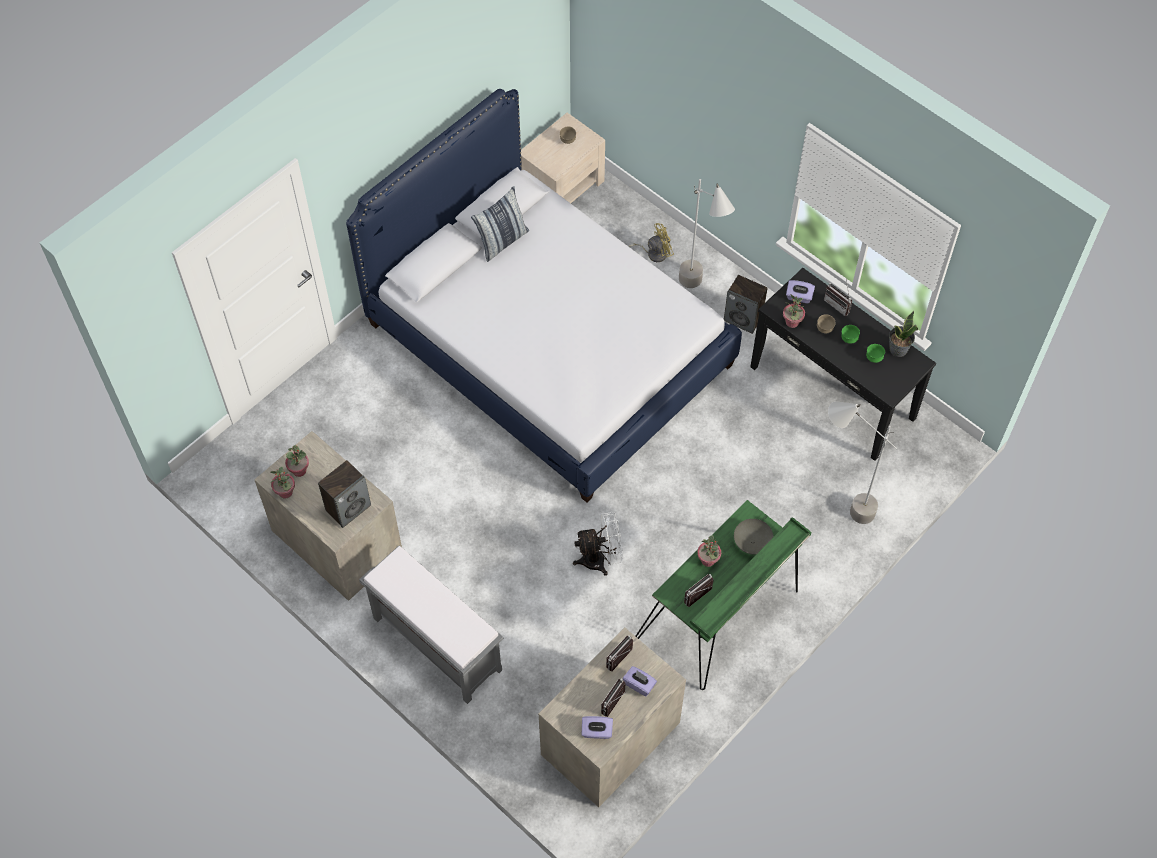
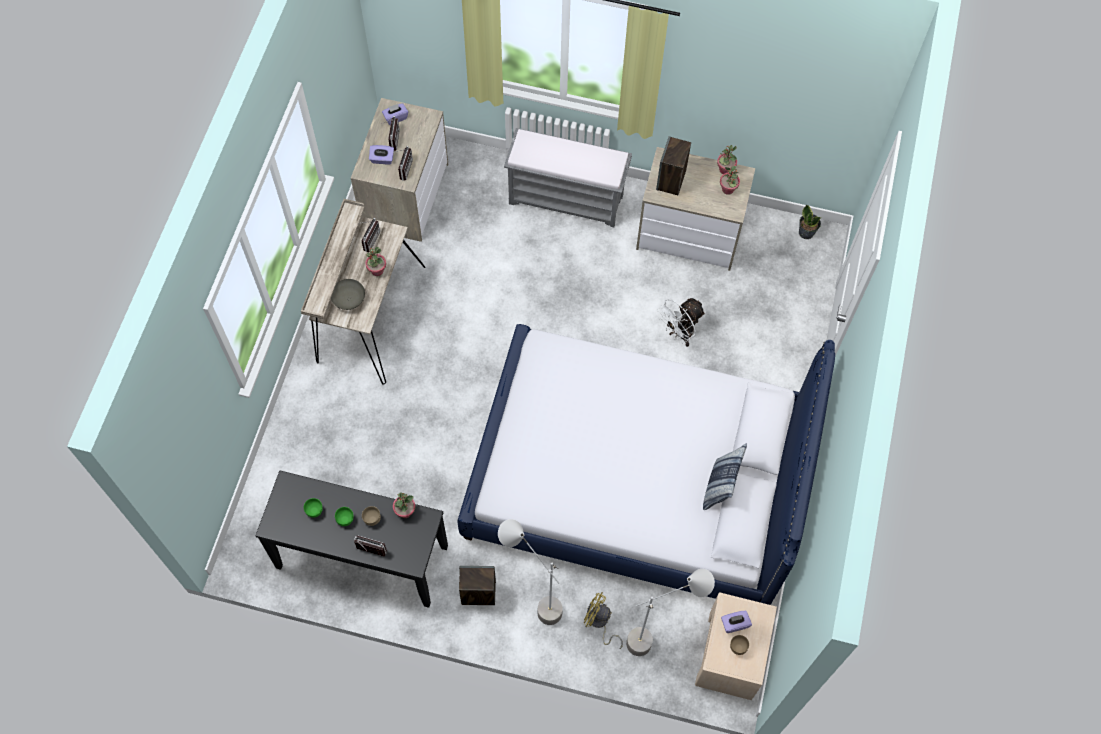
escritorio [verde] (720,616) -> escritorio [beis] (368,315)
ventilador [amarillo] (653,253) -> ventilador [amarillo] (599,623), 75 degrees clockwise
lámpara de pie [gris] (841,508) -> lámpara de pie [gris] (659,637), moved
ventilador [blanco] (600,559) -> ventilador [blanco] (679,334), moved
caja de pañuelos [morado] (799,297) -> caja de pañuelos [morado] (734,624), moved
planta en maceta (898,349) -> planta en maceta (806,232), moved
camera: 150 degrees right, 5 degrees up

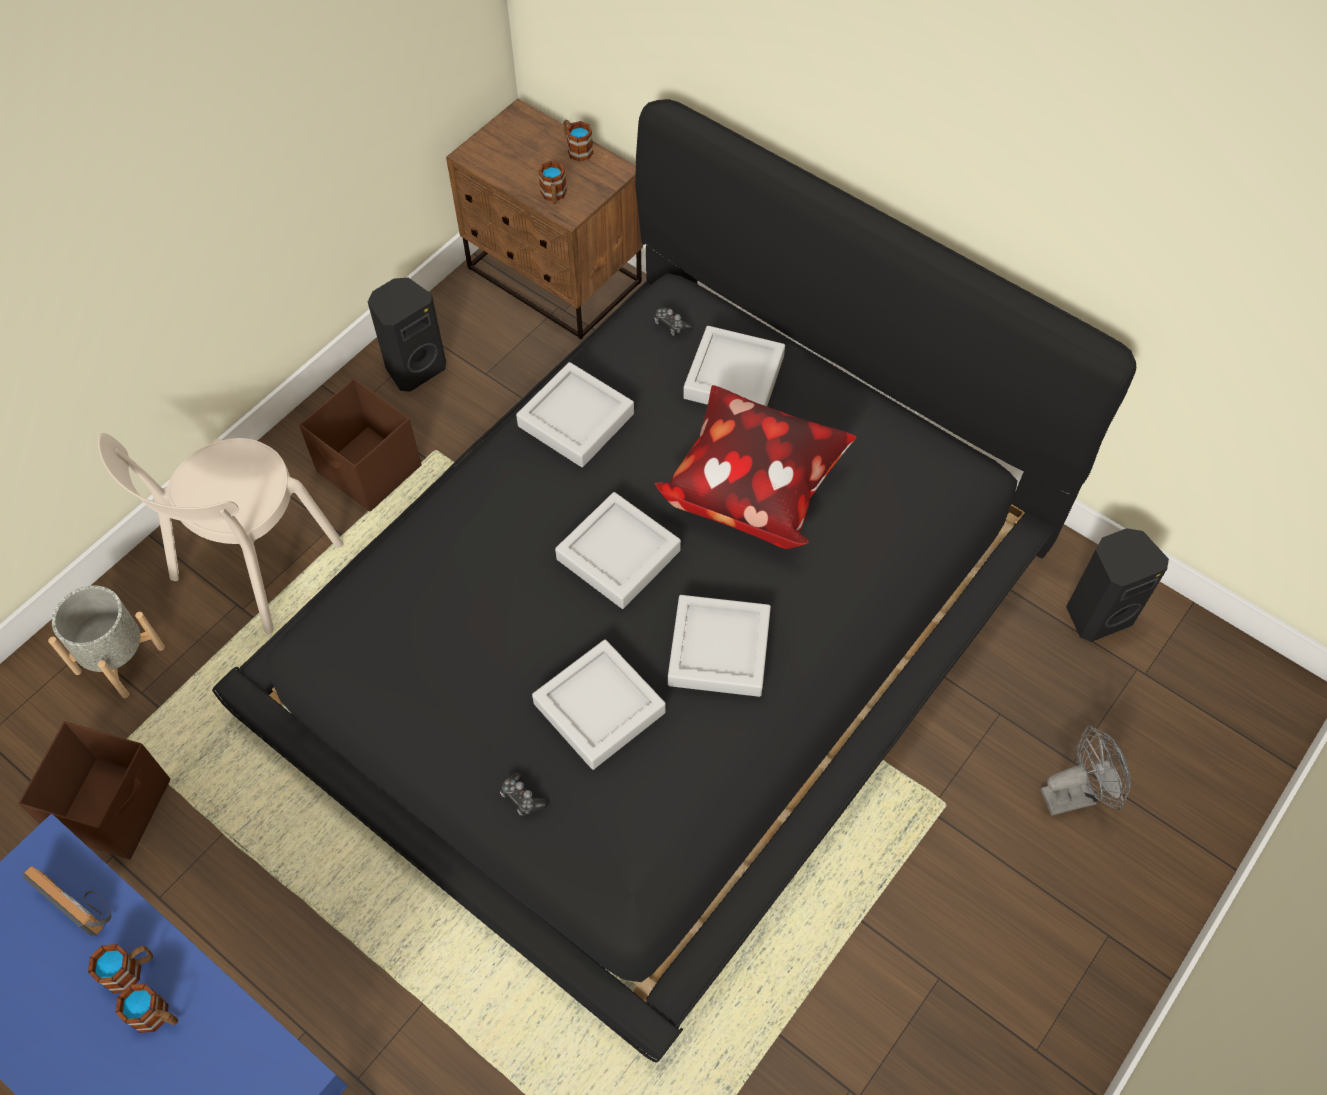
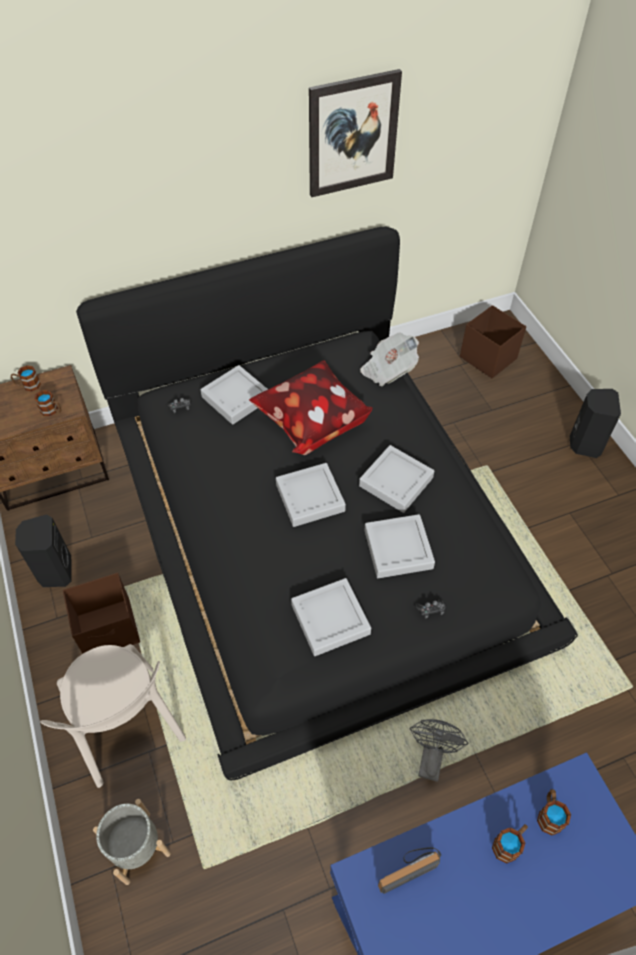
bandeja [gris] (576,420) -> bandeja [gris] (330,619), moved
none -> cuadro (352,134)
none -> periódico (388,370)
ventilador [gris] (1075,794) -> ventilador [gris] (431,757), moved
caja de almacenaje [marrón] (115,807) -> caja de almacenaje [marrón] (487,357), moved
taza grande (130,970) -> taza grande (549,814), moved
altavoz [negro] (1097,613) -> altavoz [negro] (584,444), moved
camera: 60 degrees left, 5 degrees down

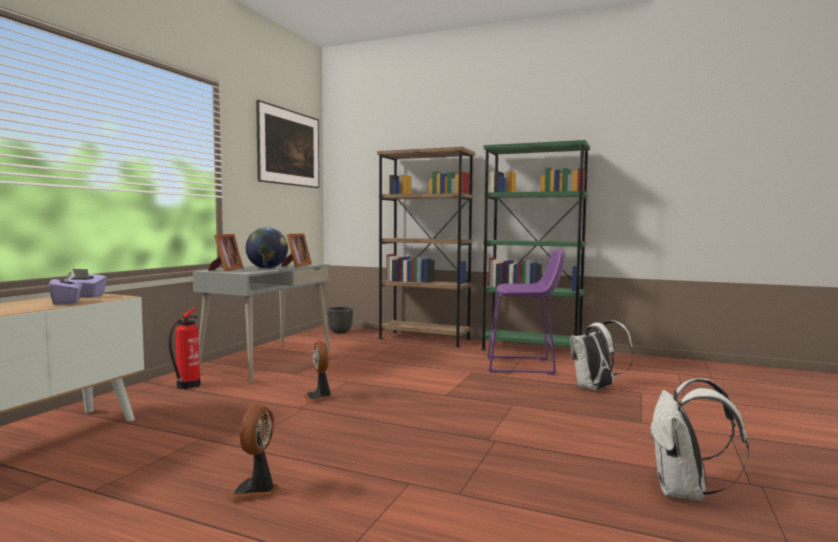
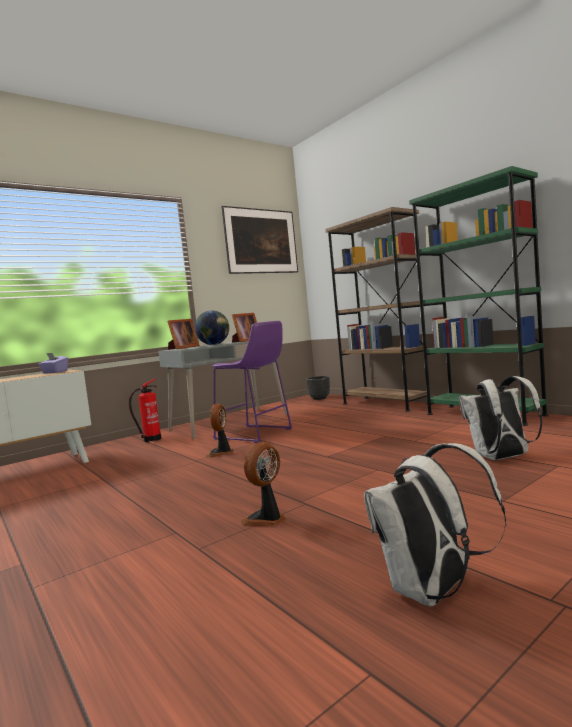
taburete [morado] (524,366) -> taburete [morado] (256,434), moved
ventilador (255,491) -> ventilador (266,519), moved
caja de pañuelos [morado] (67,302) -> none
camera: 30 degrees right, 0 degrees up

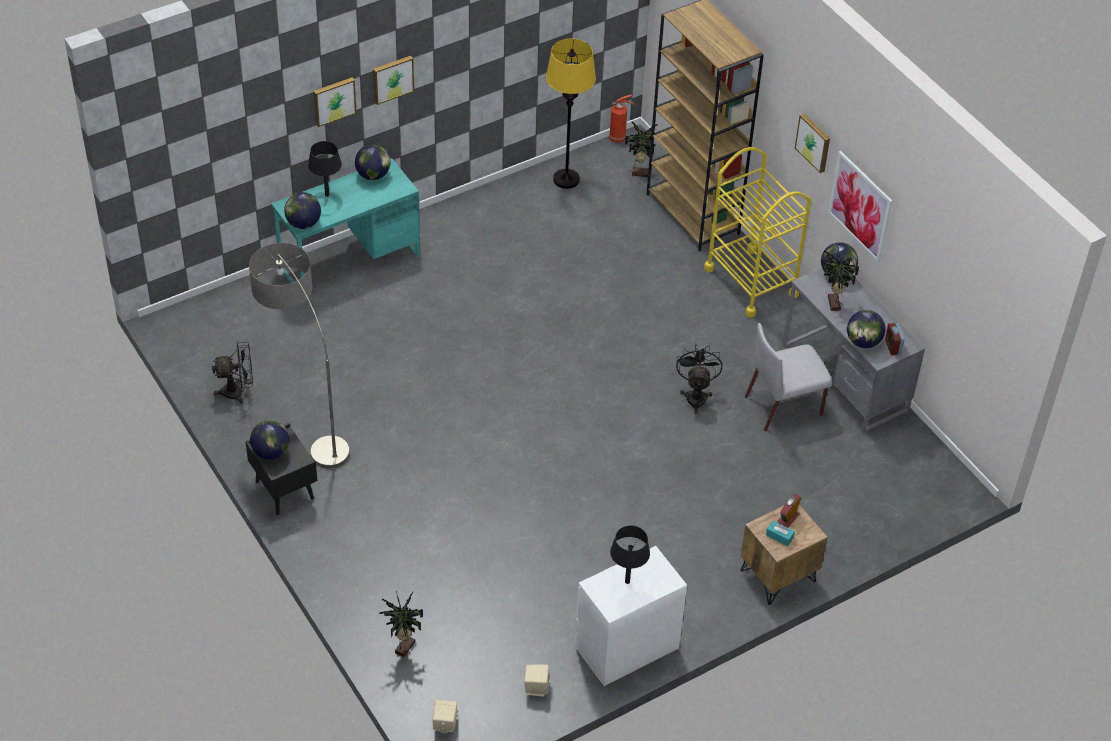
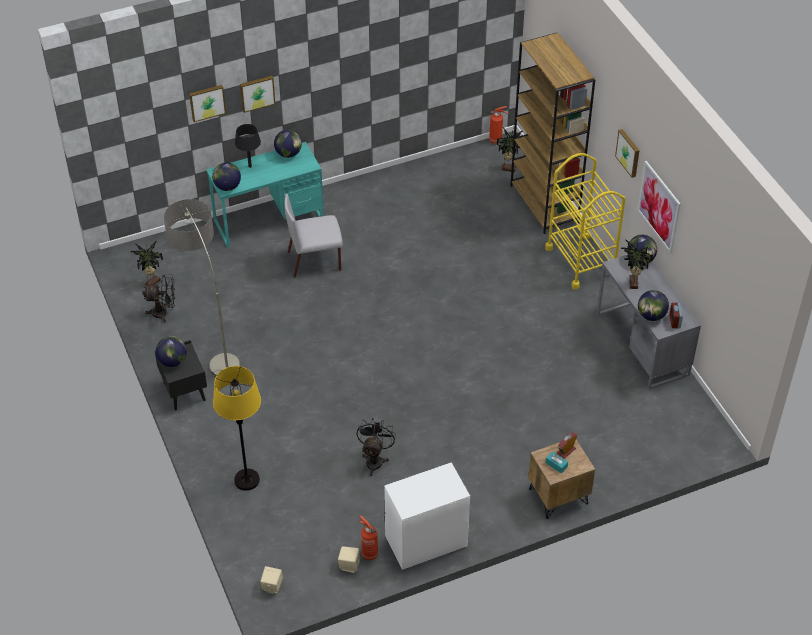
planta en maceta (403,647) -> planta en maceta (152,282), moved
cuadro (392,78) -> cuadro (207,102), moved
lámpara de pie [amarillo] (566,179) -> lámpara de pie [amarillo] (246,480), moved
silla [gris] (784,406) -> silla [gris] (315,261), moved
ventilador [negro] (696,395) -> ventilador [negro] (375,459), moved
none -> extintor (368,553)
lámpara de mesa [negro] (627,581) -> none
camera: 10 degrees right, 0 degrees up

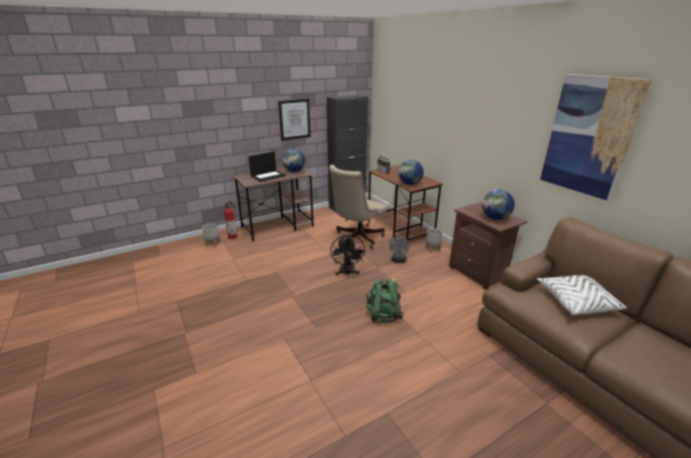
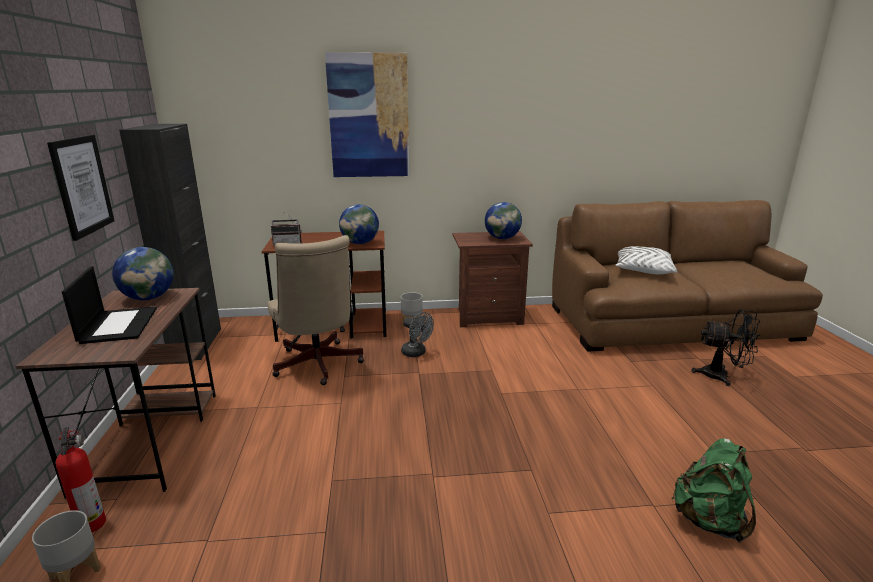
cuadro (589,136) -> cuadro (369,116), moved
mochila [verde] (383,315) -> mochila [verde] (709,520), moved
ventilador [negro] (347,273) -> ventilador [negro] (722,376), moved
camera: 65 degrees left, 5 degrees down

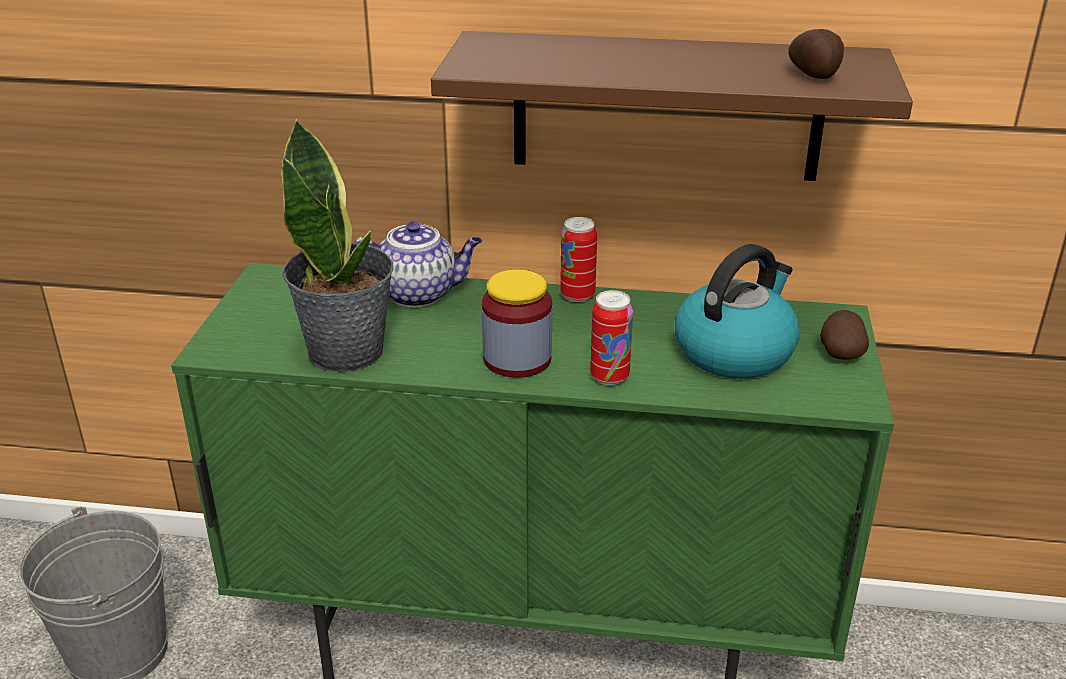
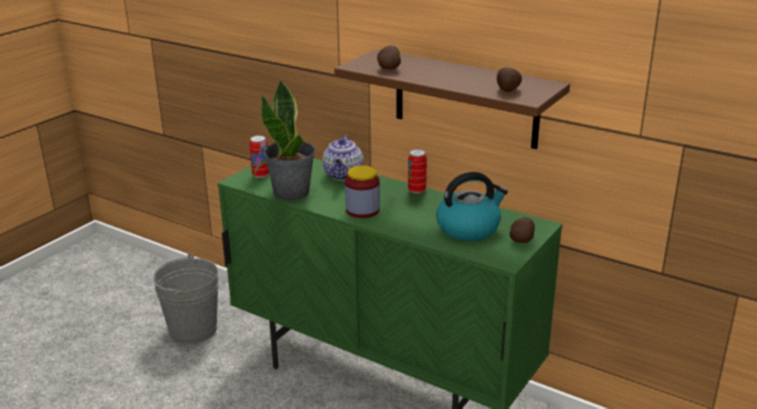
lata (609,376) -> lata (260,175), moved
tetera (418,293) -> tetera (343,175), 75 degrees clockwise
none -> patata (389,68)
camera: 25 degrees right, 5 degrees down

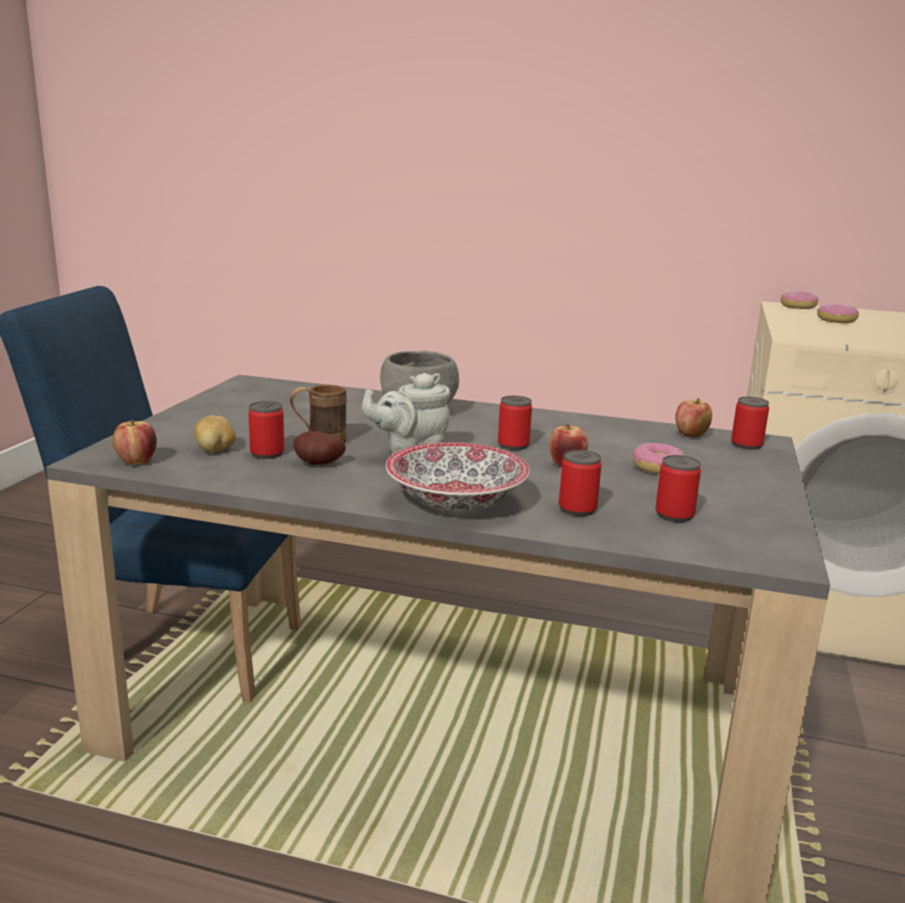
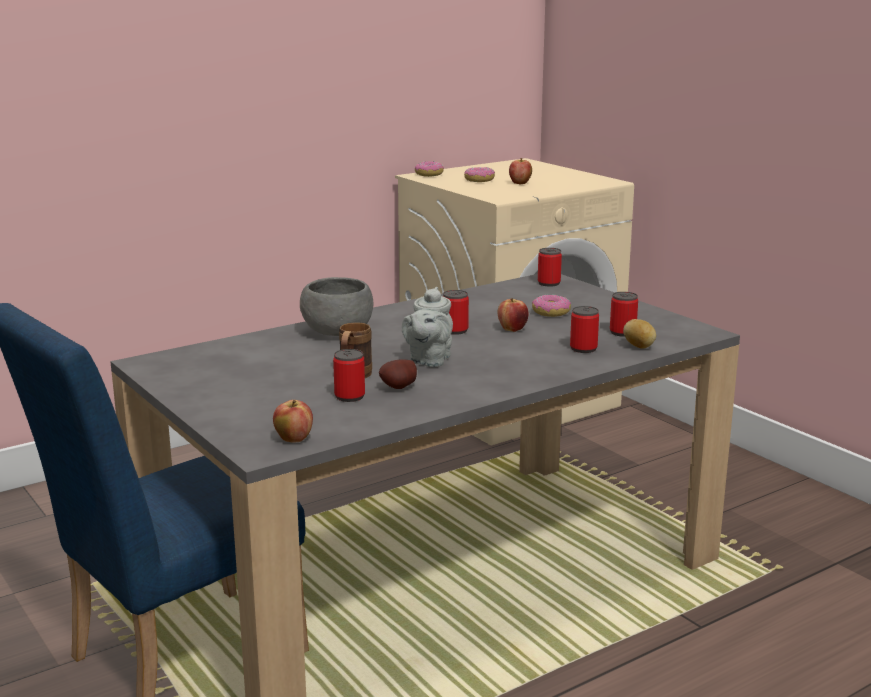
manzana (691,435) -> manzana (520,183), moved
patata (216,450) -> patata (639,347), moved
cuenco (456,502) -> none
camera: 50 degrees left, 0 degrees up

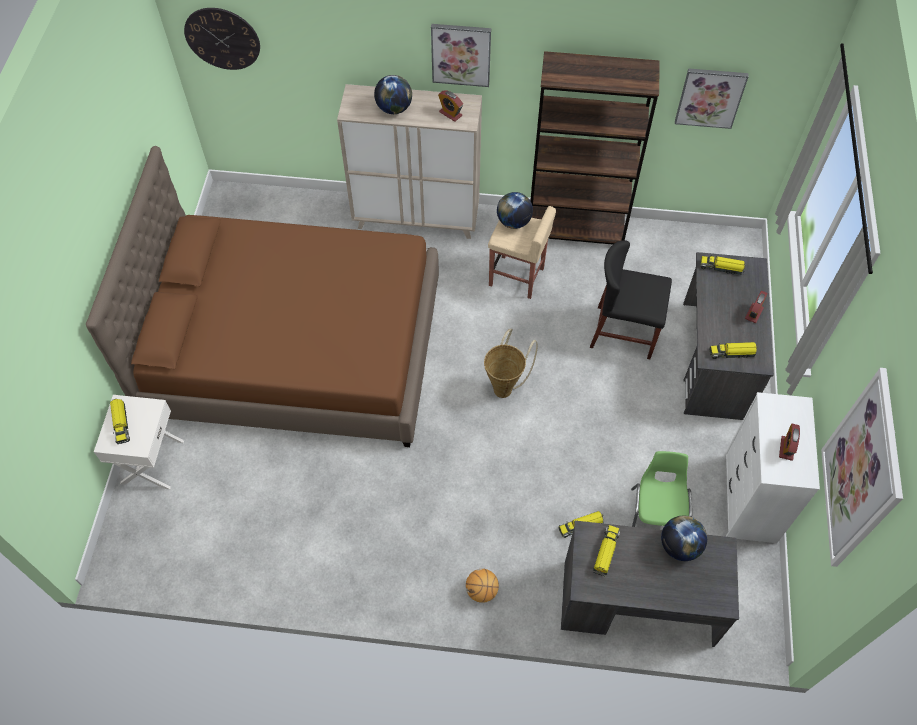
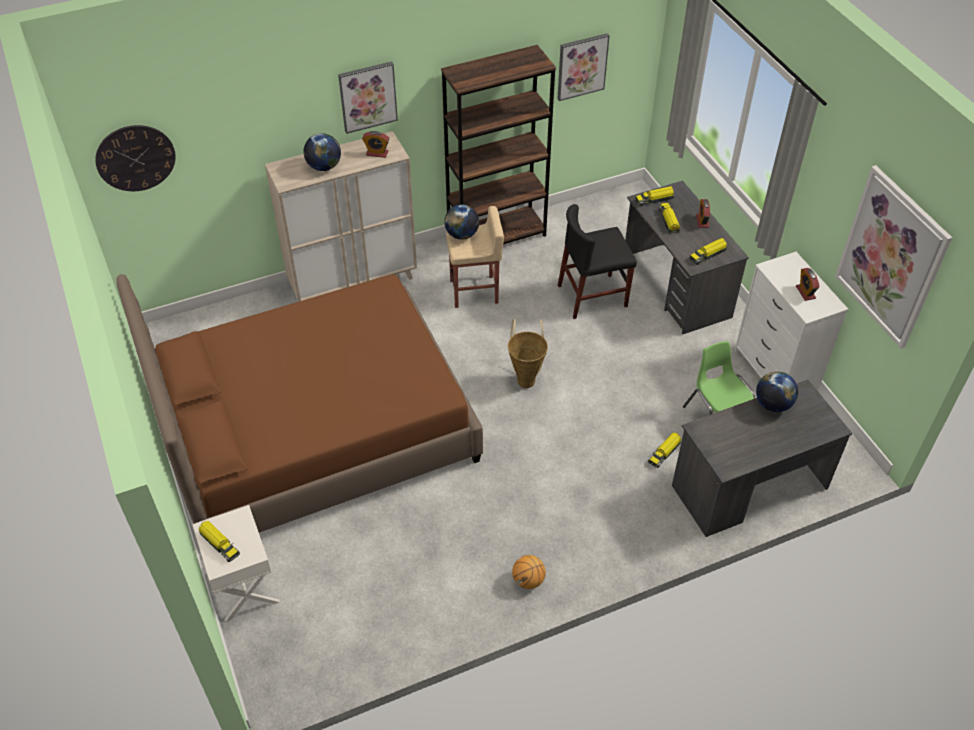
balón de baloncesto (482,591) -> balón de baloncesto (528,580), moved
camión de juguete (605,552) -> camión de juguete (668,221), moved
camera: 30 degrees left, 10 degrees down

